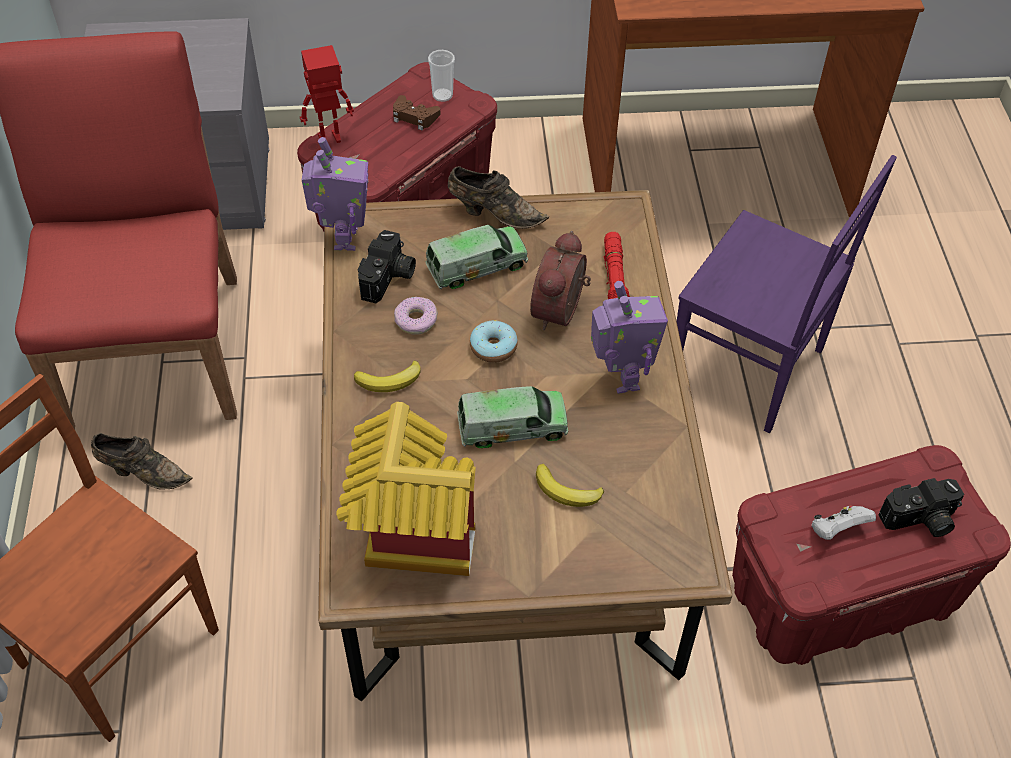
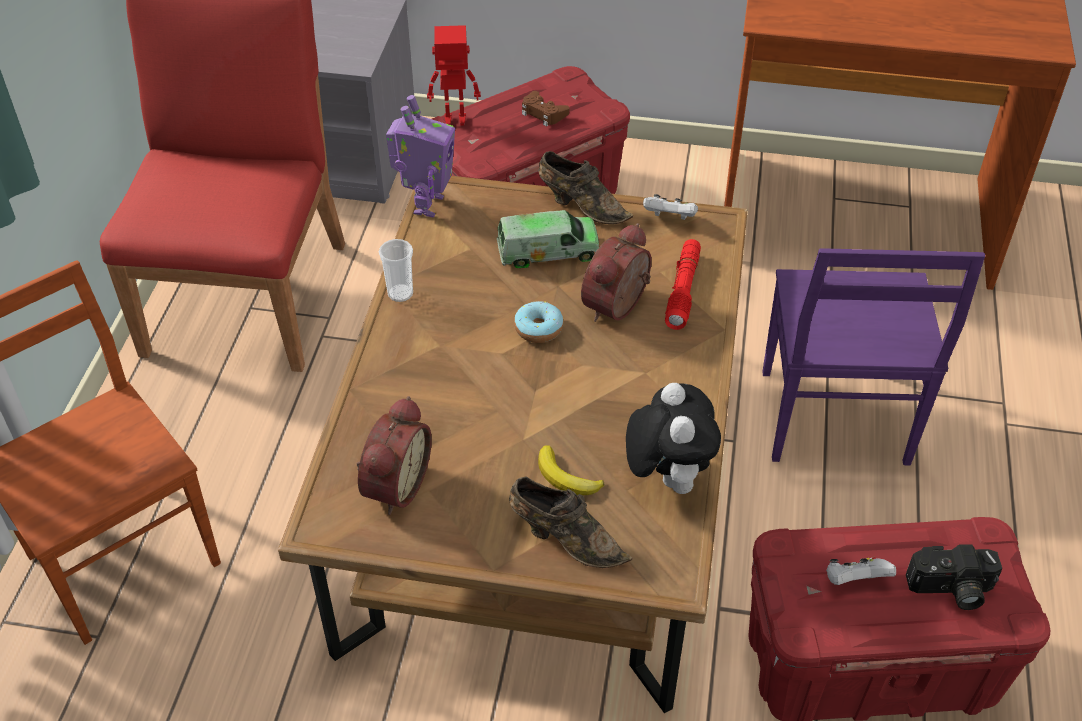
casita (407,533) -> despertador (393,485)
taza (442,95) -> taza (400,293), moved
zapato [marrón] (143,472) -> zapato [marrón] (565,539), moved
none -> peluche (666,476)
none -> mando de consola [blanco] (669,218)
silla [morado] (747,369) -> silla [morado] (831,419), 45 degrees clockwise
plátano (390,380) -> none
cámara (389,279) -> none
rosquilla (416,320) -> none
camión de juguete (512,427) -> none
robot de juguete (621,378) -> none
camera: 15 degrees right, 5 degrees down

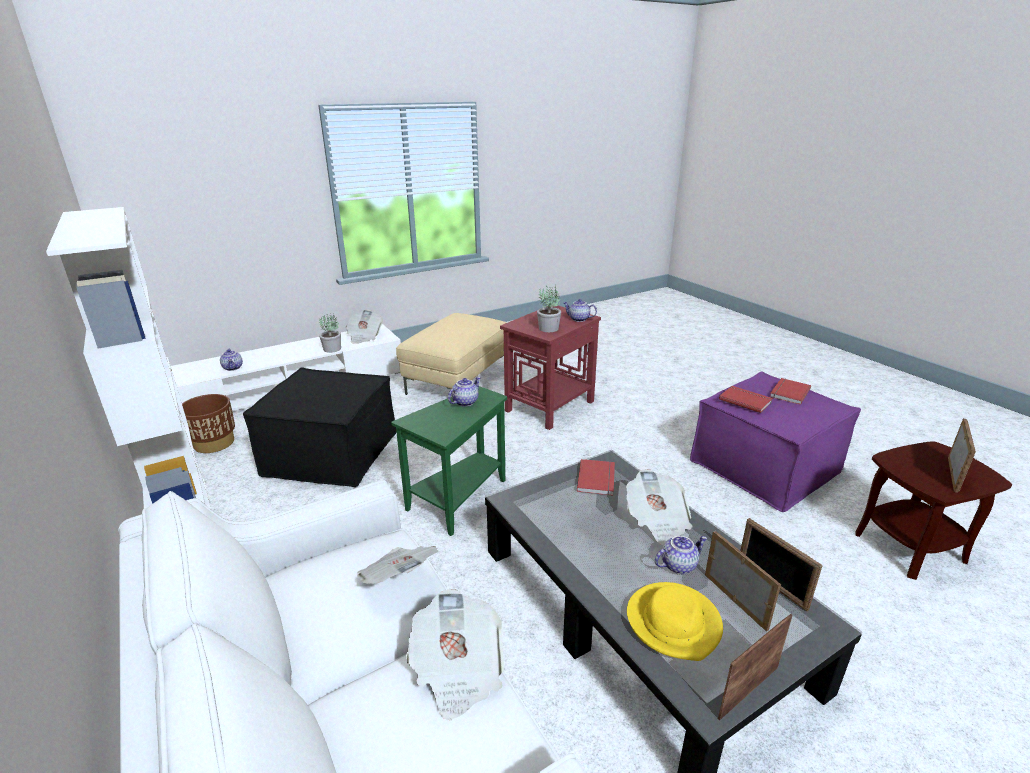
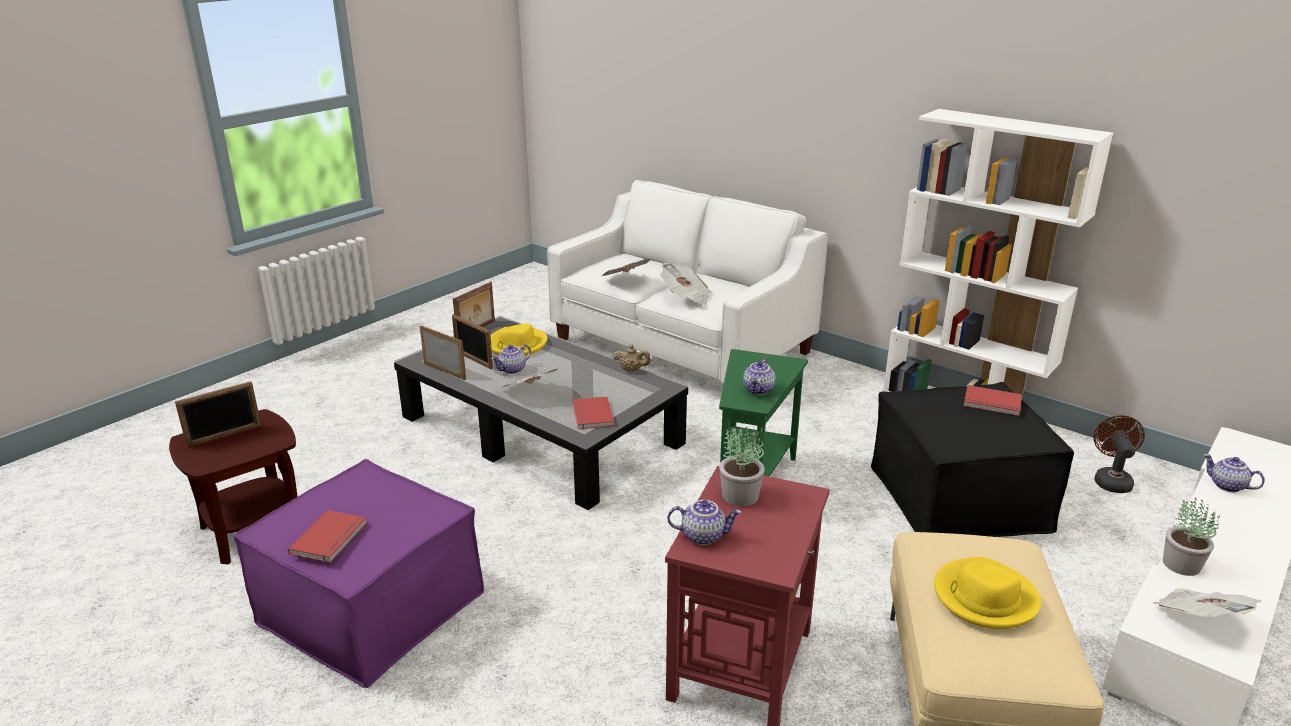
portarretratos (953,474) -> portarretratos (224,436), 135 degrees counterclockwise
none -> tetera [beis] (632,369)
none -> sombrero [amarillo] (984,597)
libro [rojo] (745,400) -> libro [rojo] (992,403), moved
maceta [marrón] (214,443) -> ventilador [marrón] (1111,480)
camera: 160 degrees right, 0 degrees up

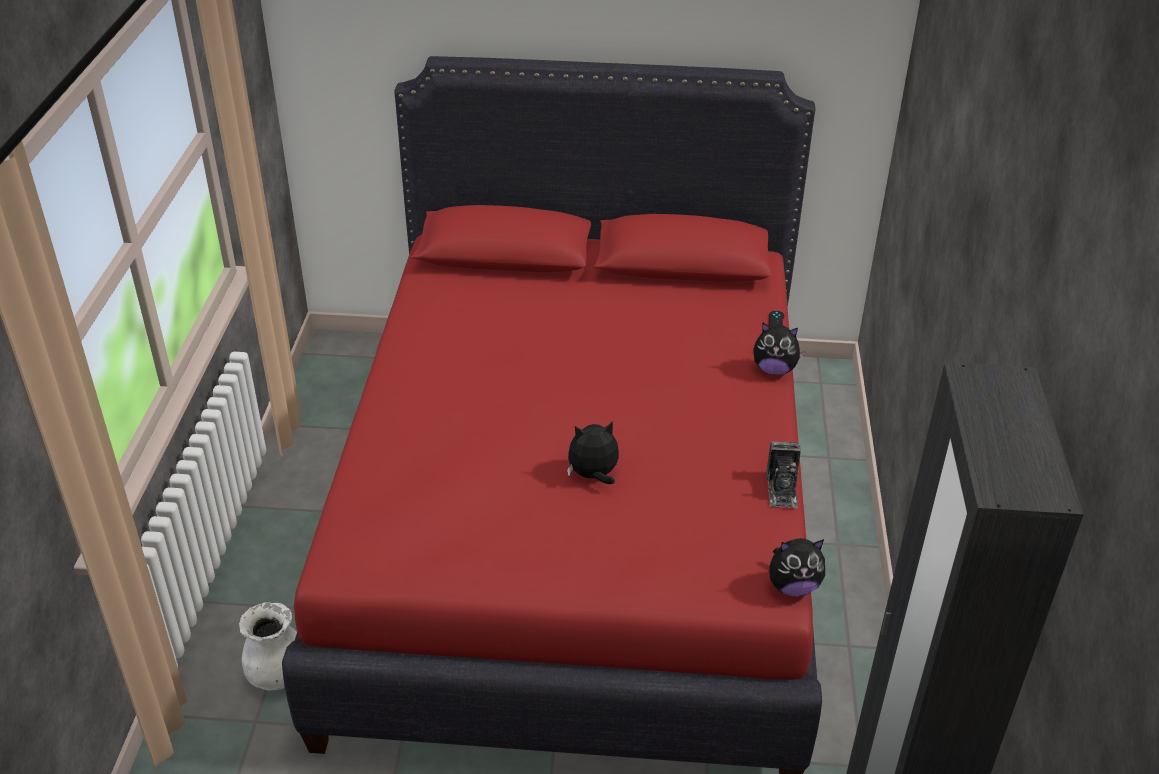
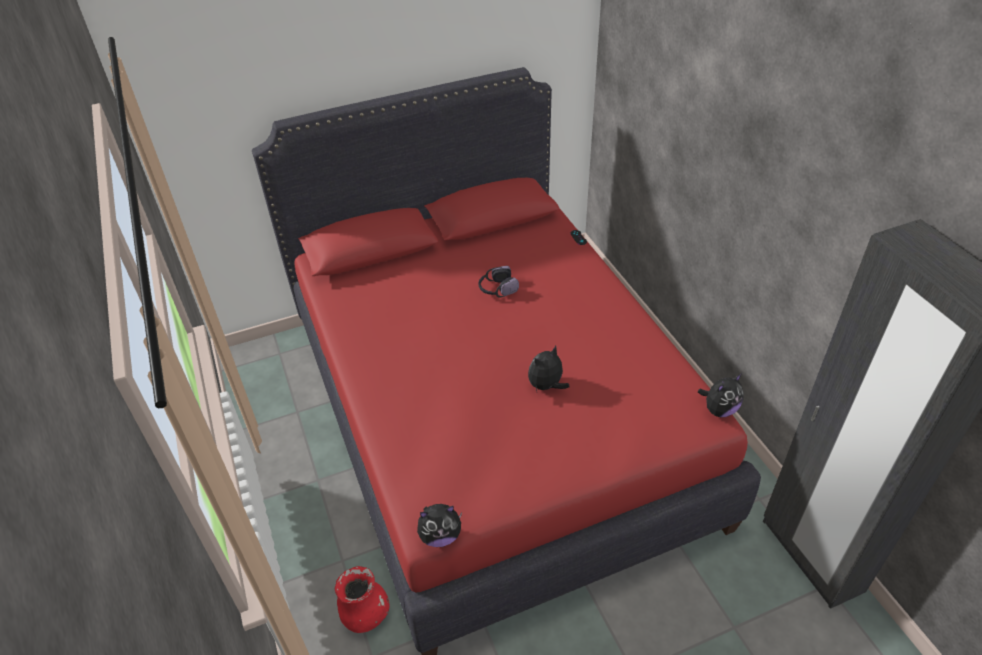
florero [blanco] (279,674) -> florero [rojo] (365,614)
peluche (774,369) -> peluche (440,536), moved
none -> auriculares (497,289)
cámara (782,489) -> none
camera: 25 degrees left, 5 degrees up

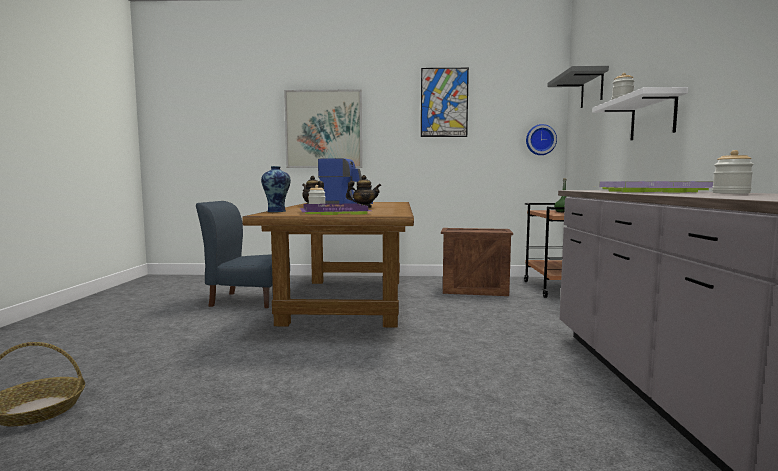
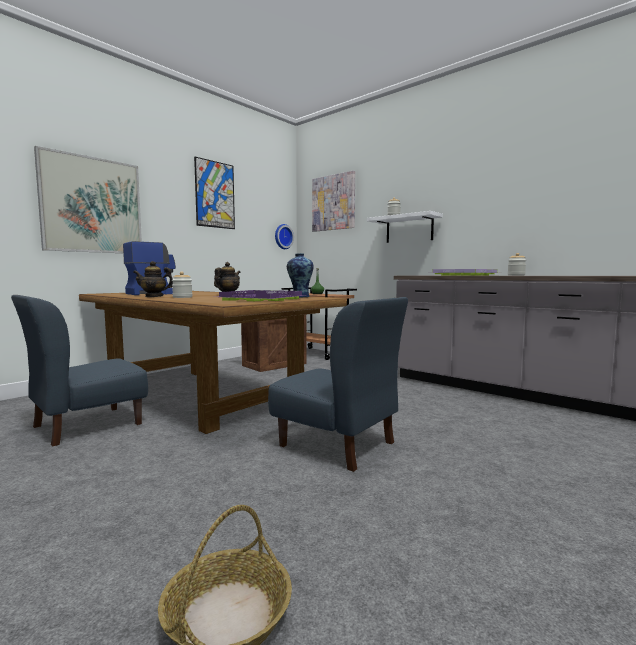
none -> silla [azul] (337,444)
florero (277,211) -> florero (300,297), moved
estante [gris] (592,89) -> cuadro (333,202)
camera: 50 degrees left, 0 degrees up

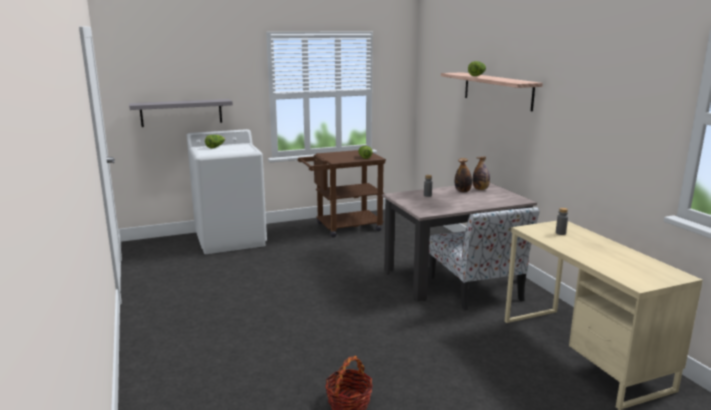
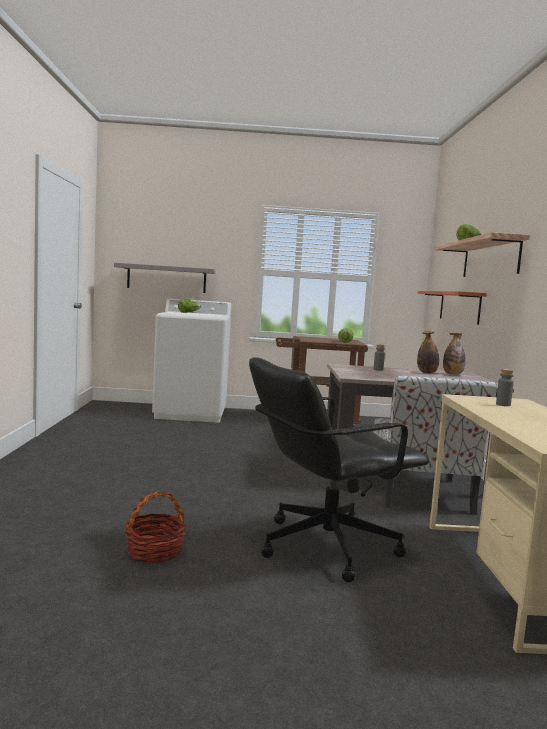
none -> silla de oficina [negro] (325,546)
none -> estante (459,306)
camera: 20 degrees right, 10 degrees down

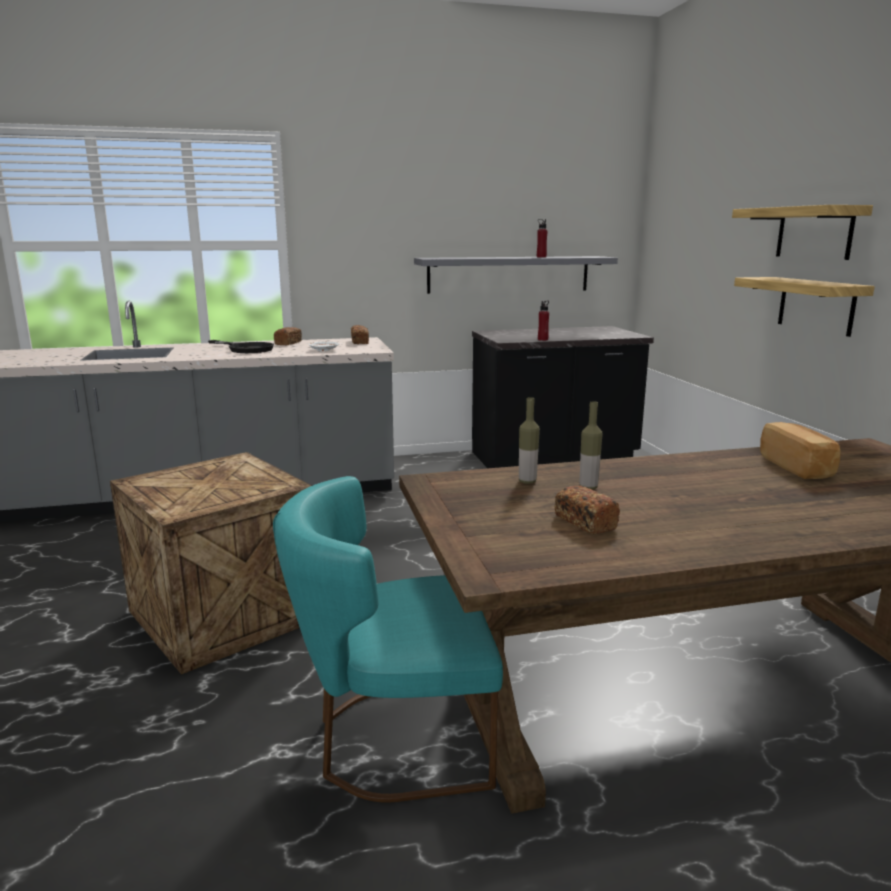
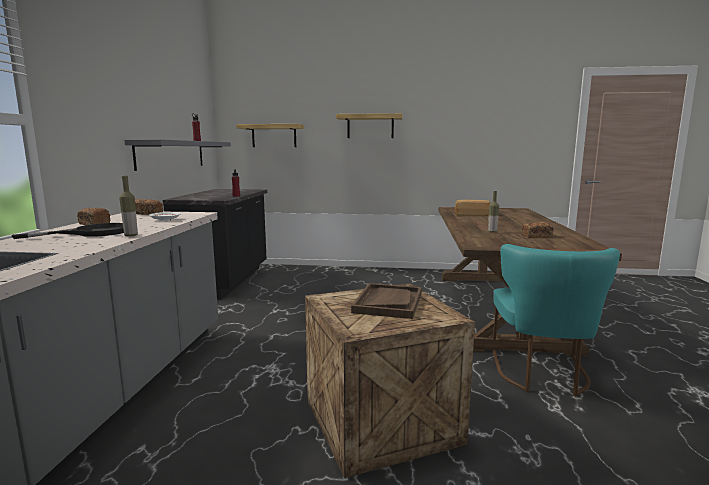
botella (527,481) -> botella (131,235), moved
estante (816,305) -> estante (274,136), moved
none -> bandeja [marrón] (388,302)
camera: 70 degrees left, 5 degrees down

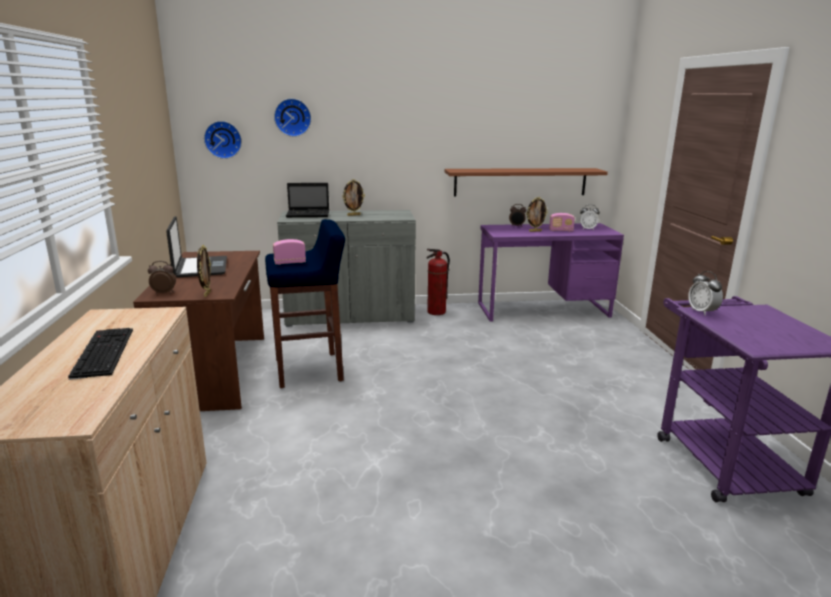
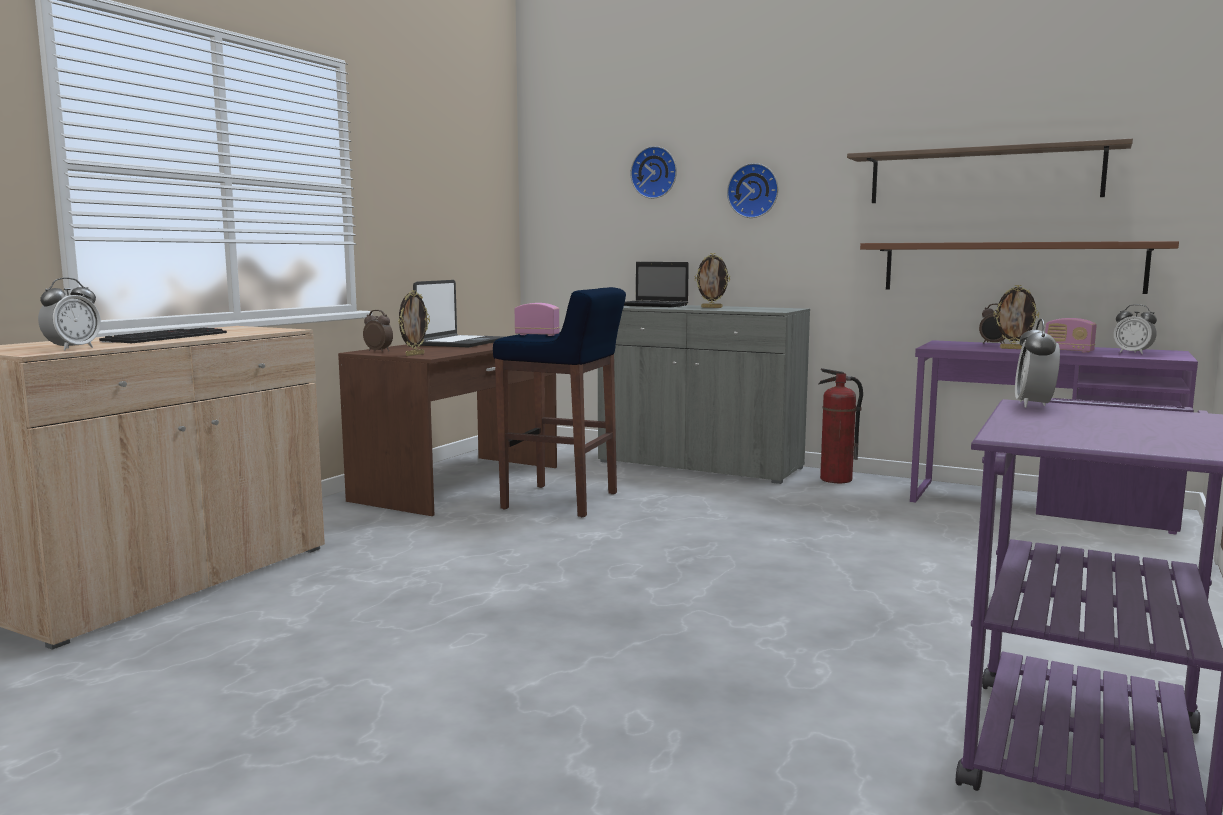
none -> despertador (72,348)
reloj de pared (223,139) -> reloj de pared (753,191), moved
none -> estante (983,175)
camera: 35 degrees right, 10 degrees down

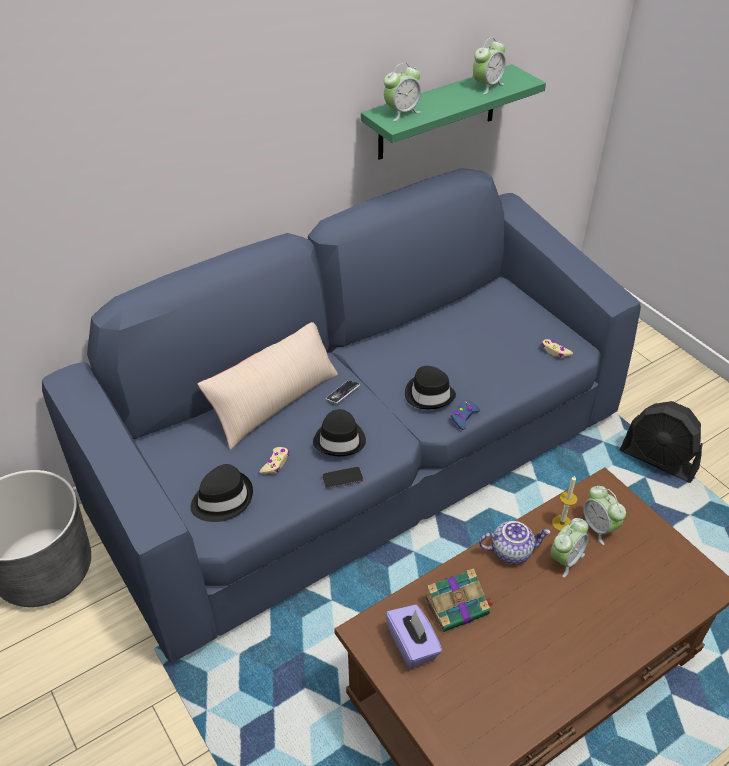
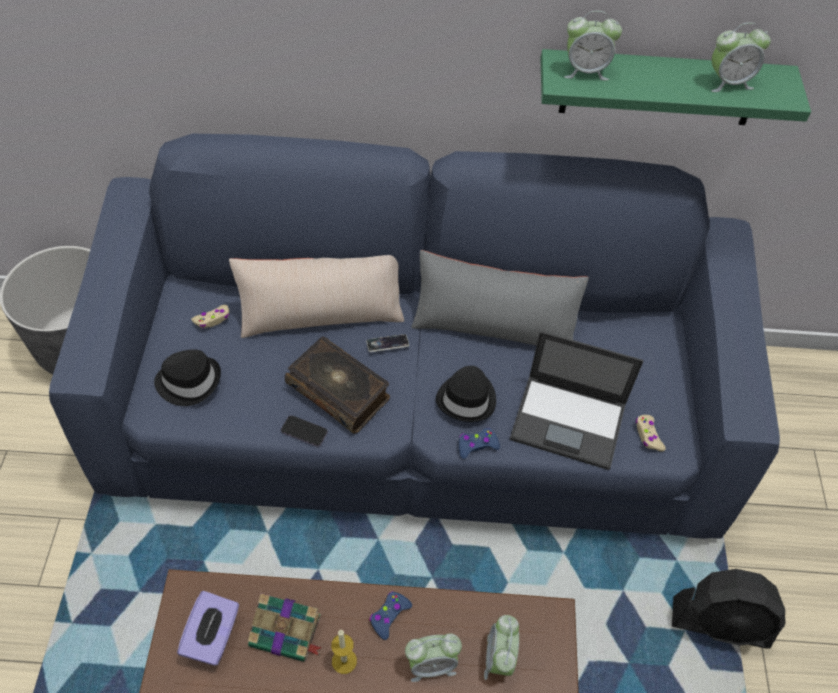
mando de consola [beis] (275,463) -> mando de consola [beis] (212,319), moved
sombrero [negro] (340,440) -> libro (339,391)
vela (562,523) -> vela (344,661), moved
tetera (511,551) -> mando de consola [azul] (389,616)
none -> cojín [gris] (493,326)
none -> portátil (569,421)
ventilador [negro] (658,460) -> ventilador [negro] (720,623), 60 degrees counterclockwise
camera: 35 degrees right, 10 degrees up

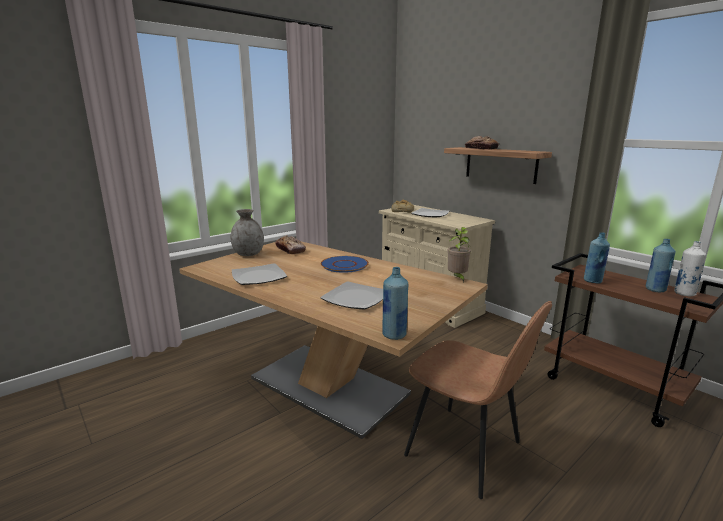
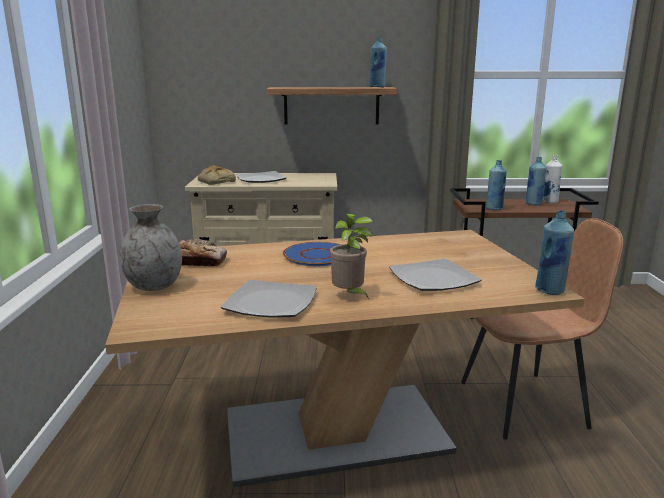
planta en maceta (457,278) -> planta en maceta (349,296), moved
none -> botella [azul] (377,87)
pan (481,148) -> none
camera: 50 degrees left, 0 degrees up

